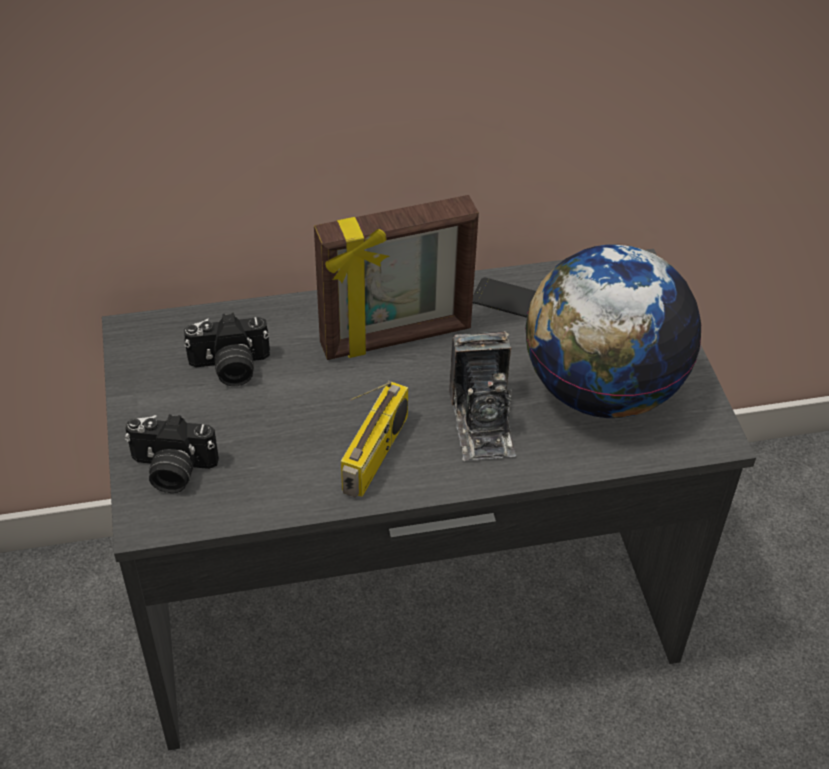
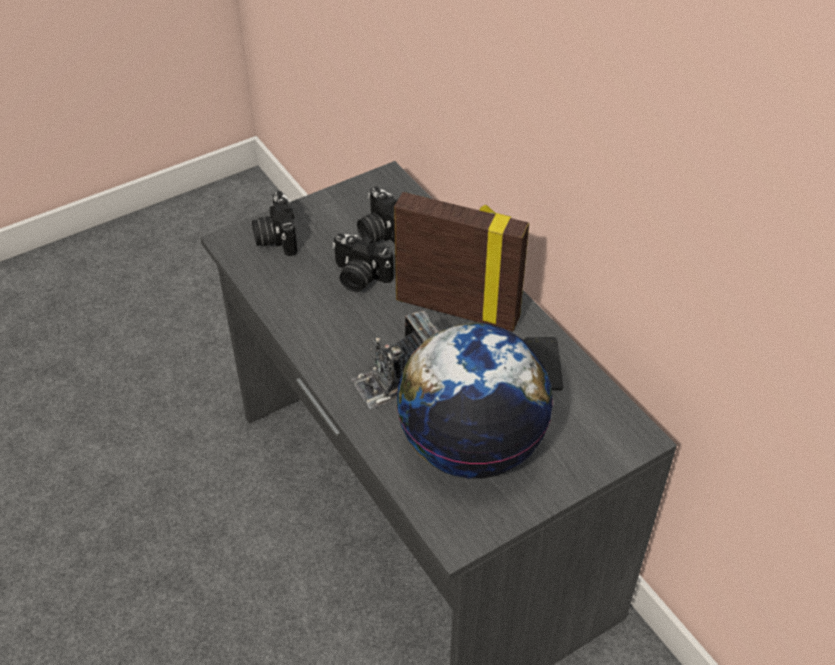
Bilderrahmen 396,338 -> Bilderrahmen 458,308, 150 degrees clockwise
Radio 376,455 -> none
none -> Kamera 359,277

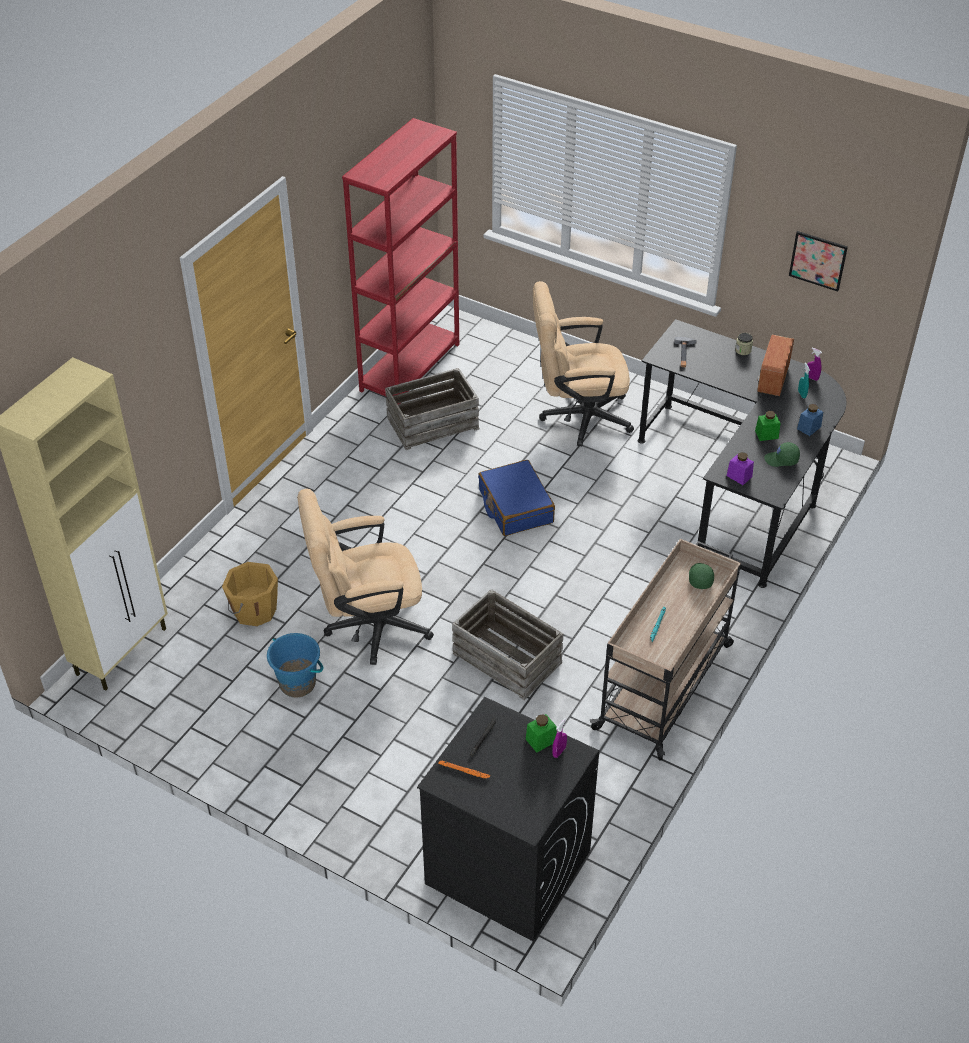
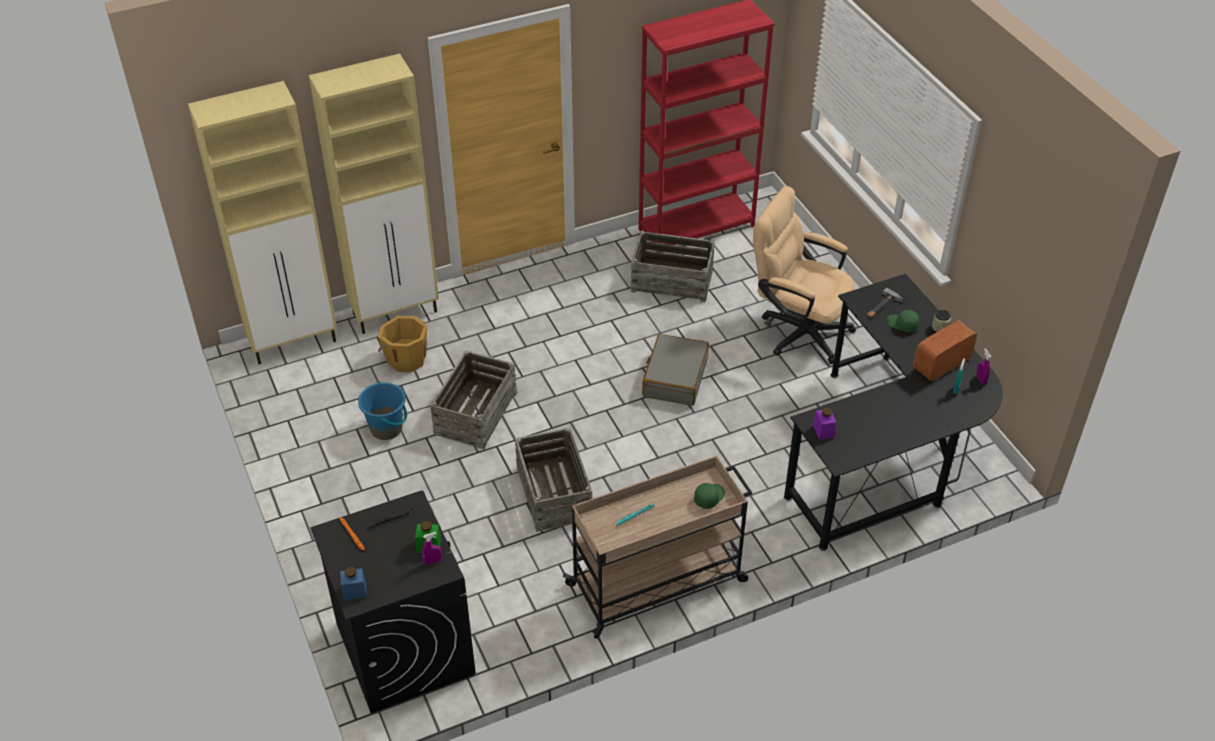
Bild 818,260 -> none
Vorratsglas (blau) 809,428 -> Vorratsglas (blau) 354,591, relocated
Vorratsglas (grün) 766,434 -> none
Kappe (grün) 781,460 -> Kappe (grün) 902,324, relocated
Koffer (blau) 515,506 -> Koffer (grau) 674,378
Bürostuhl (beige) 368,626 -> Kiste 475,413
none -> Schrank (beige) 396,312

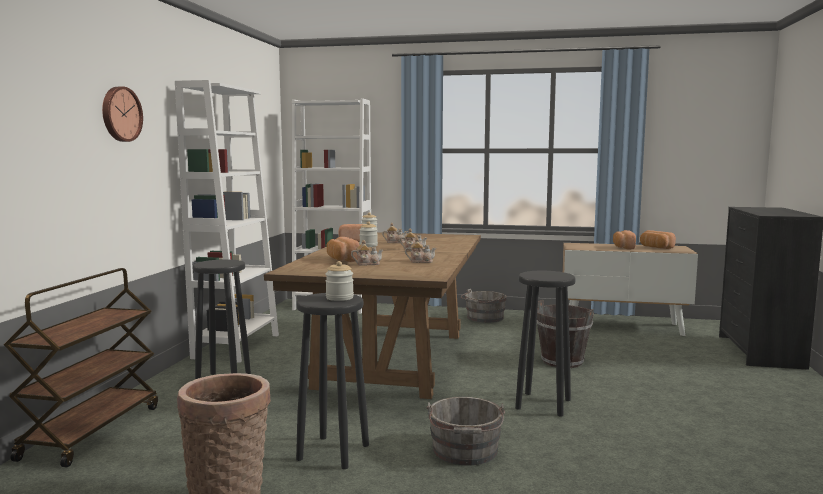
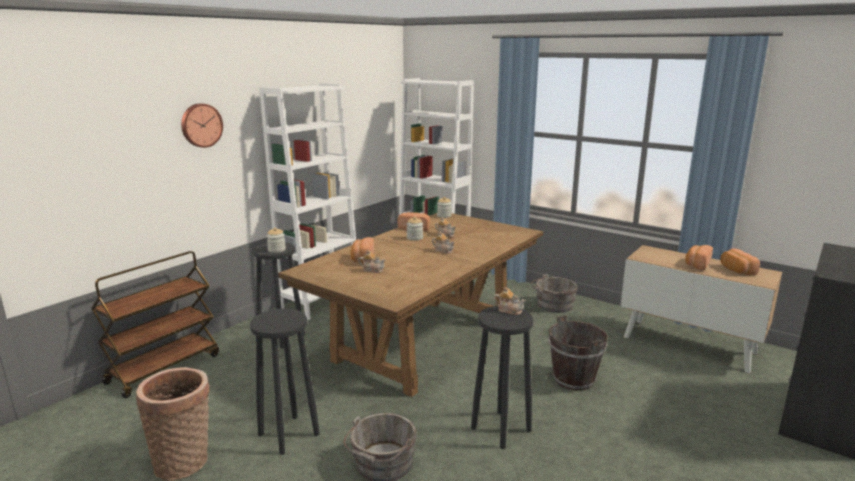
Teekanne 420,261 -> Teekanne 509,310, relocated
Vorratsglas 339,298 -> Vorratsglas 276,250, relocated

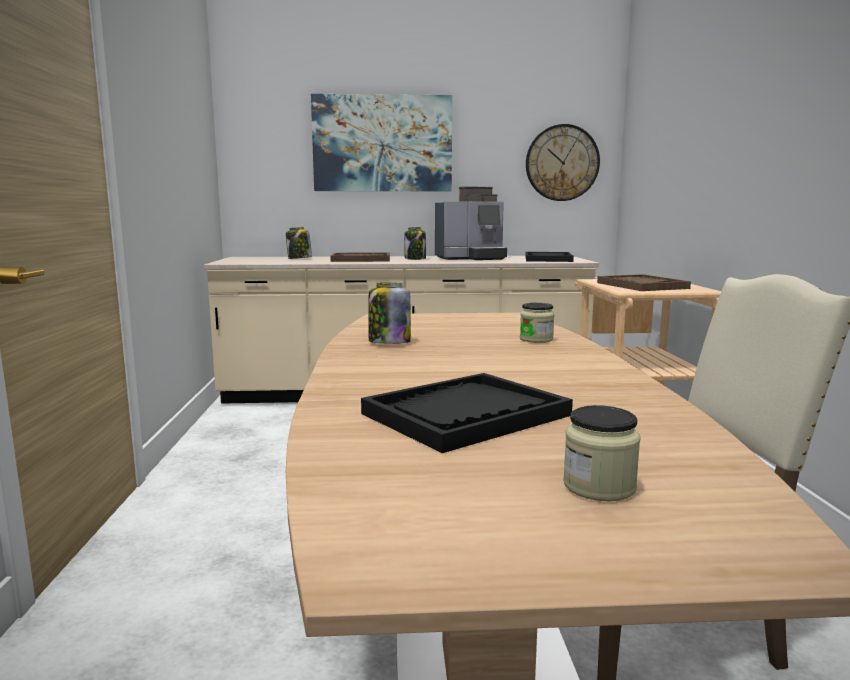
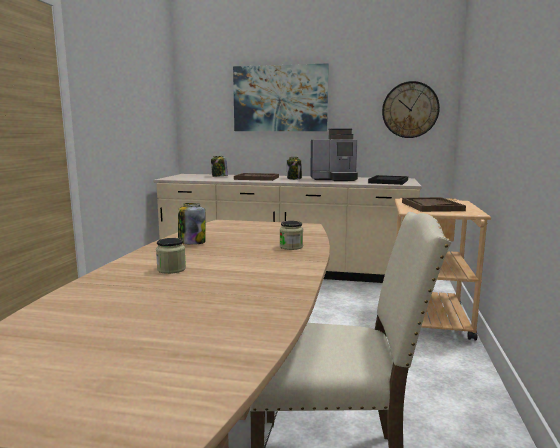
Tablett (schwarz) 466,415 -> none
Vorratsglas 599,486 -> Vorratsglas 171,269, relocated

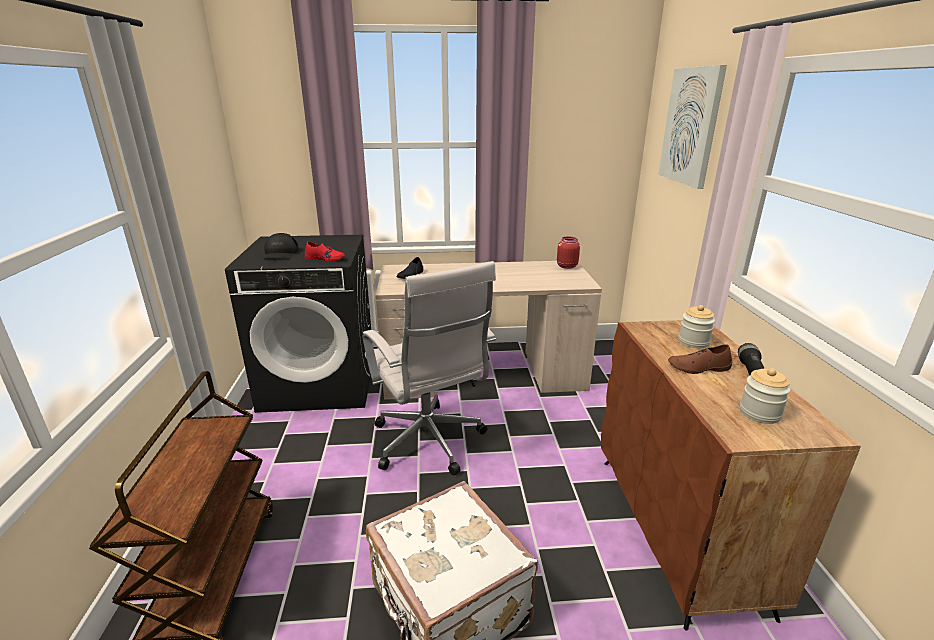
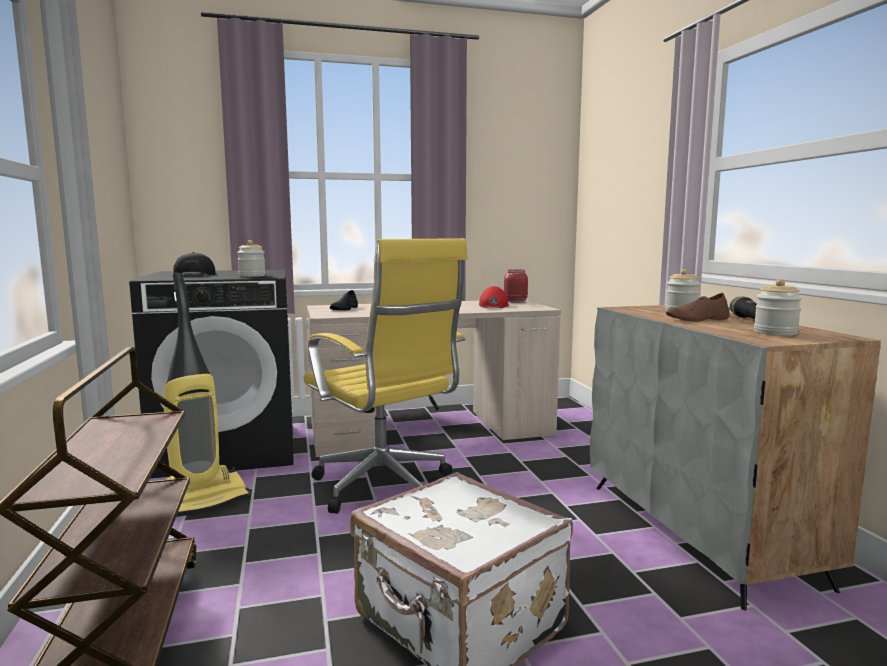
Bild 691,126 -> none
Schuh (rot) 325,259 -> Vorratsglas 252,276
Bürostuhl (weiß) 430,444 -> Bürostuhl (gelb) 386,488
Schrank (braun) 678,530 -> Schrank (grau) 699,532
none -> Staubsauger 202,500
none -> Kappe (rot) 493,306

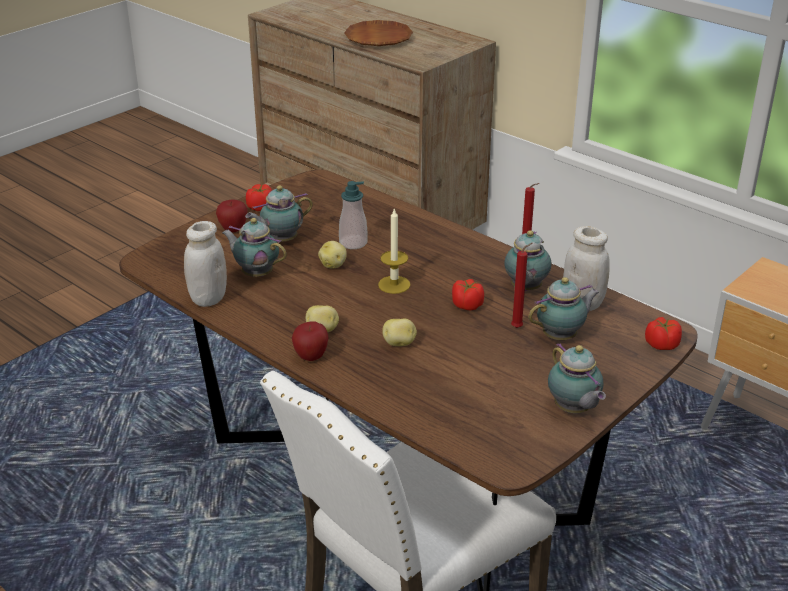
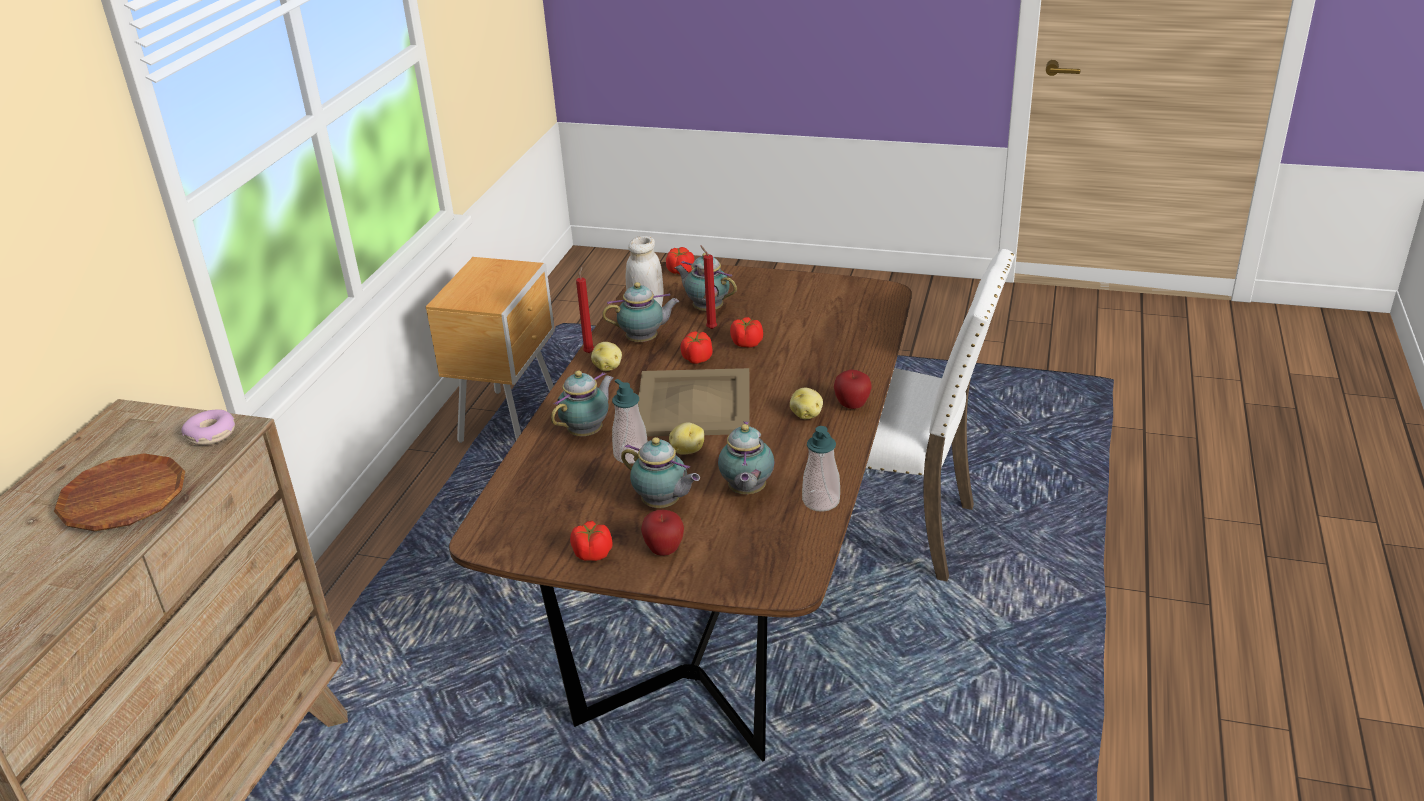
Kerze 394,284 -> Tablett (beige) 694,404
Vorratsglas (weiß) 208,298 -> Seifenspender 821,501
Kartoffel 399,343 -> Kartoffel 608,367, relocated
Teekanne 573,410 -> Teekanne 587,432, relocated
none -> Tomate 746,343
none -> Donut 211,435

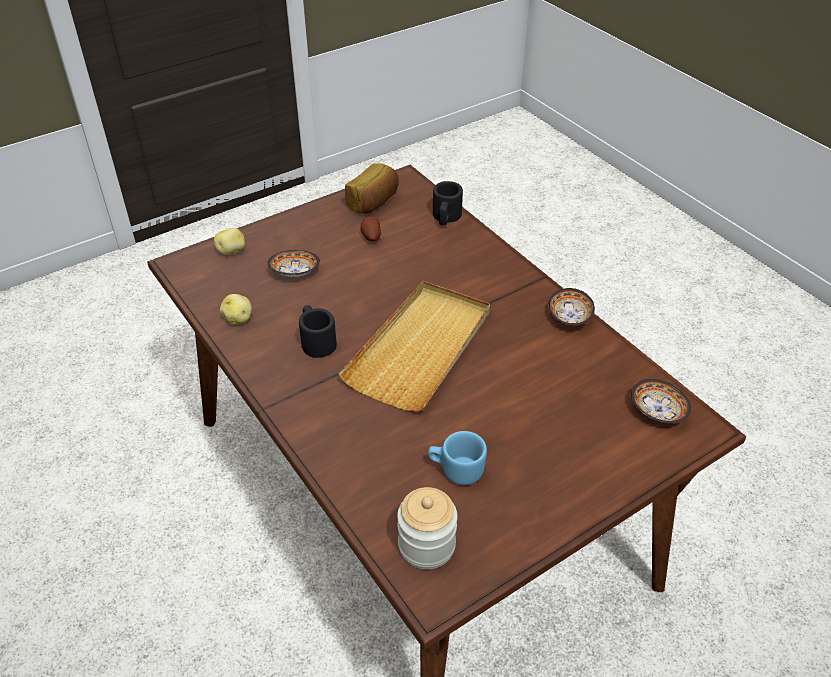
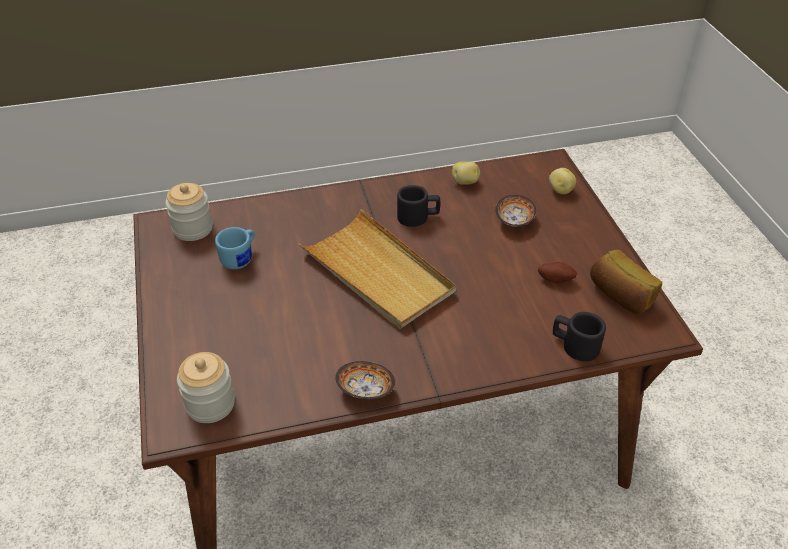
Schüssel 657,412 -> Vorratsglas 210,404

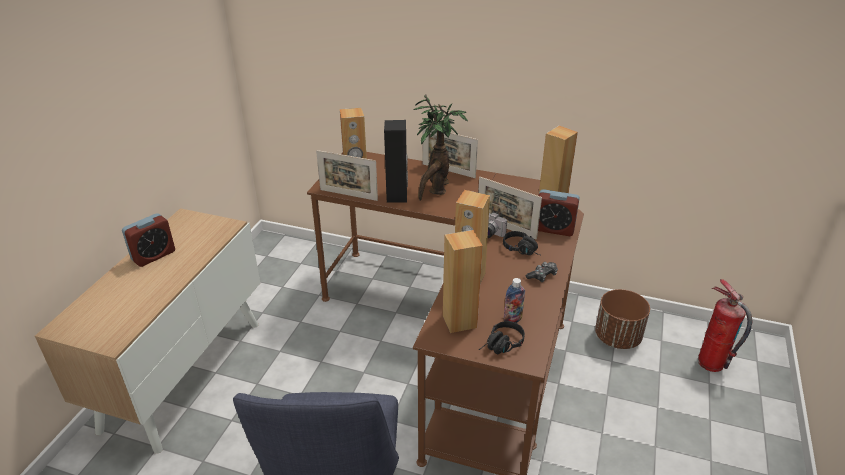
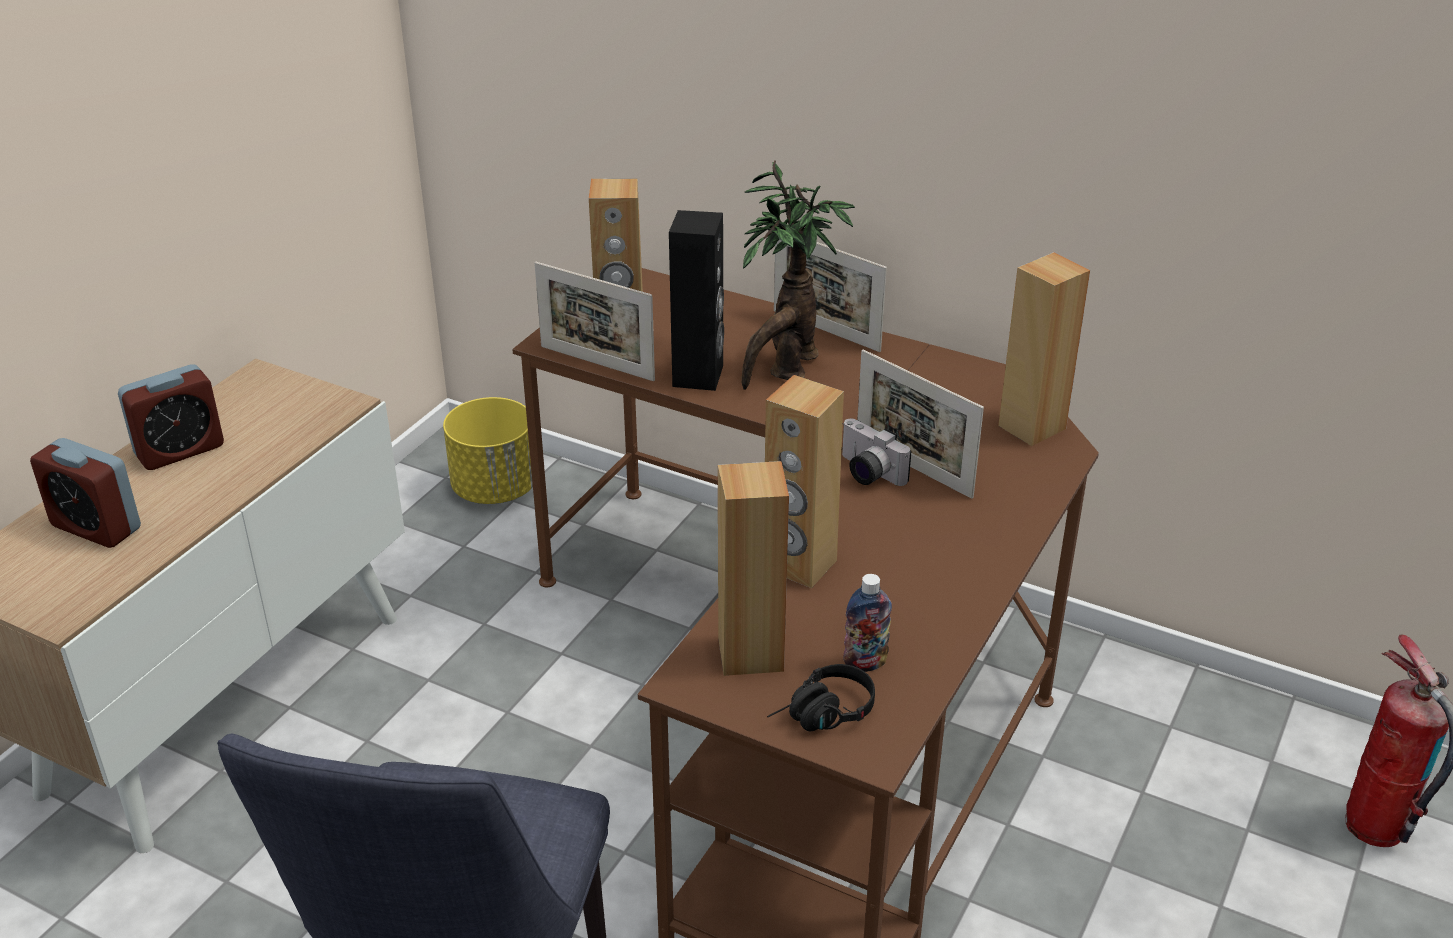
Wecker 554,229 -> Wecker 96,527, relocated
Kopfhörer (schwarz) 523,250 -> none
Gamepad 542,276 -> none
Pflanzkübel (braun) 618,337 -> none
none -> Pflanzkübel (gelb) 495,488

